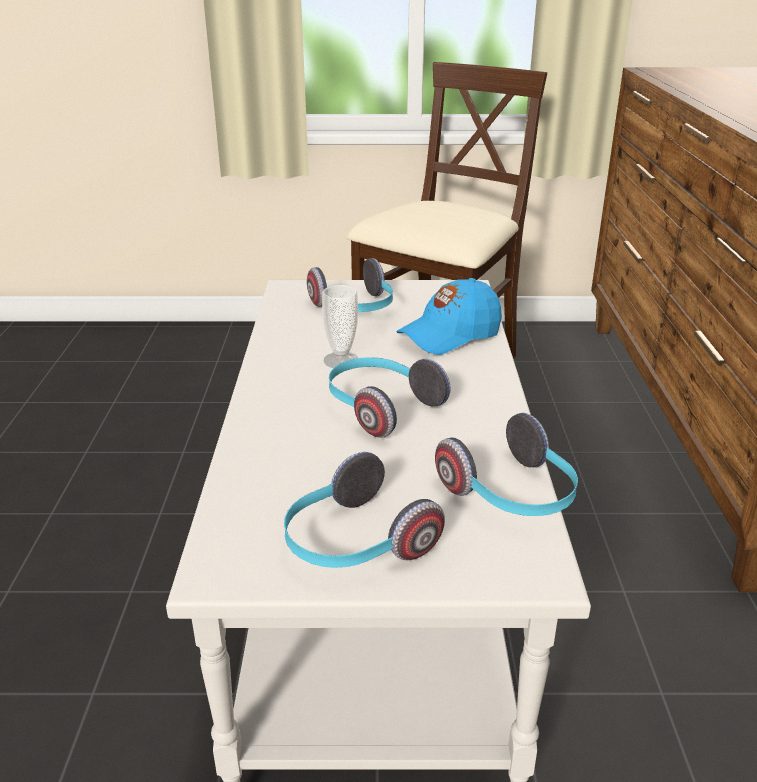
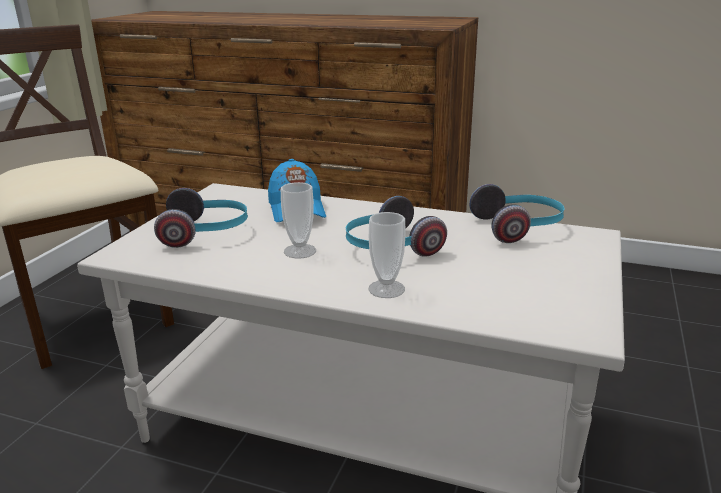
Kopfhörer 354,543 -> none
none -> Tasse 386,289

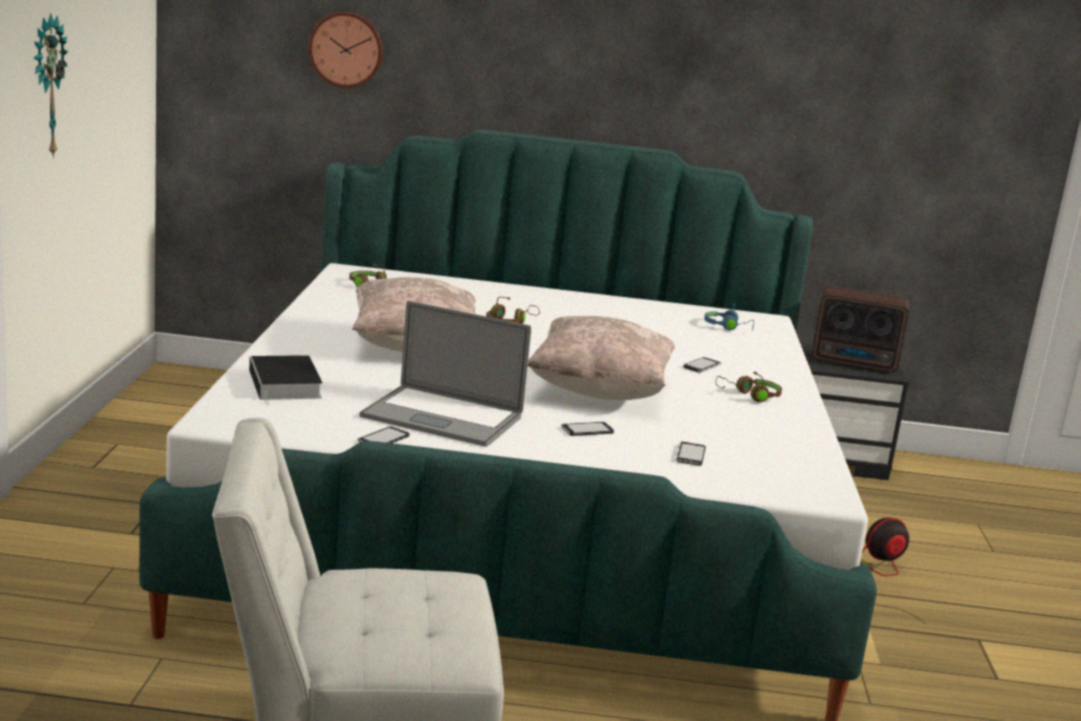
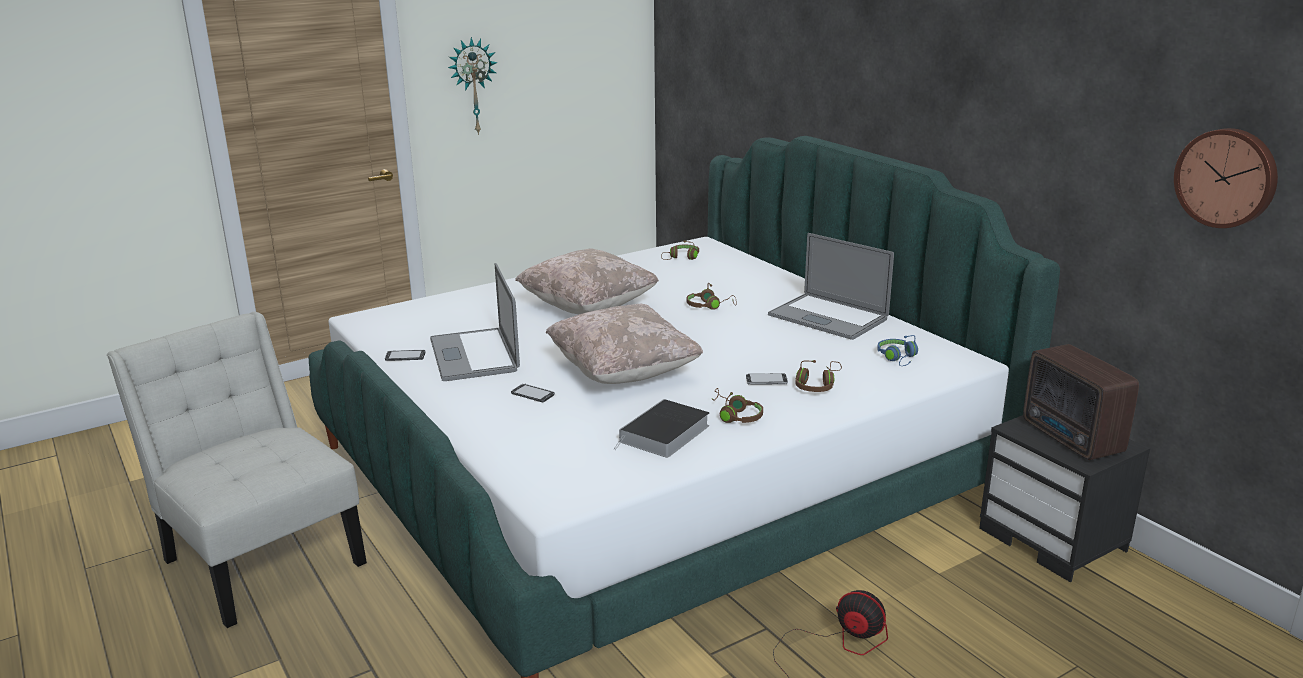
Wanduhr 347,49 -> Wanduhr 1227,177, relocated
Buch 286,385 -> Buch 664,435, relocated
Handy 690,455 -> none
none -> Laptop 827,317
none -> Kopfhörer (braun) 817,385

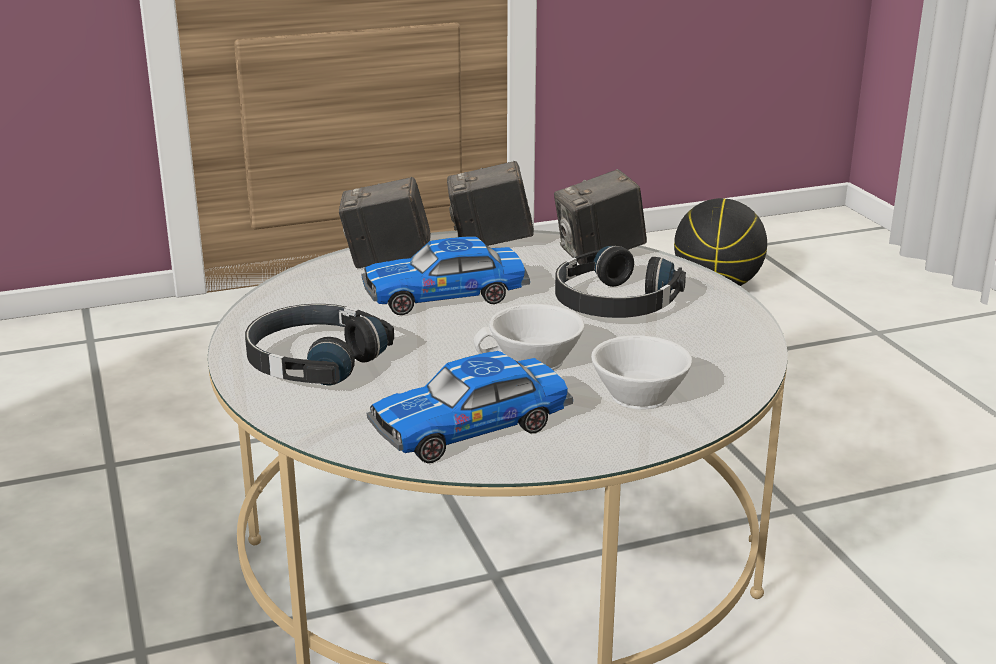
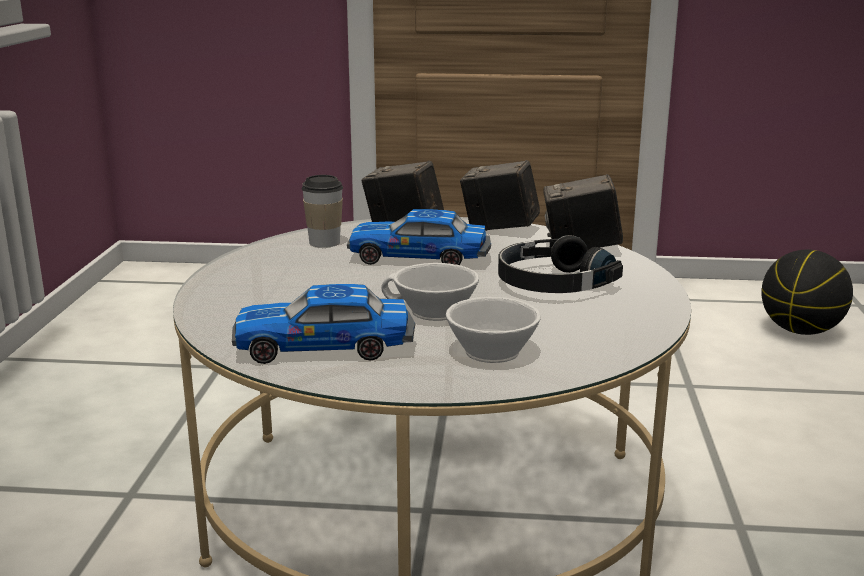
Kopfhörer (schwarz) 313,361 -> none
none -> Tasse 324,242

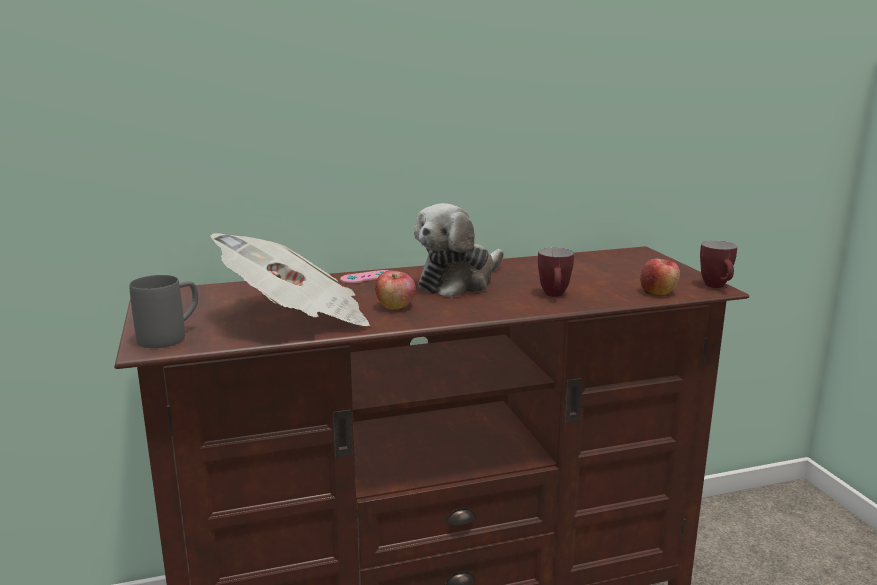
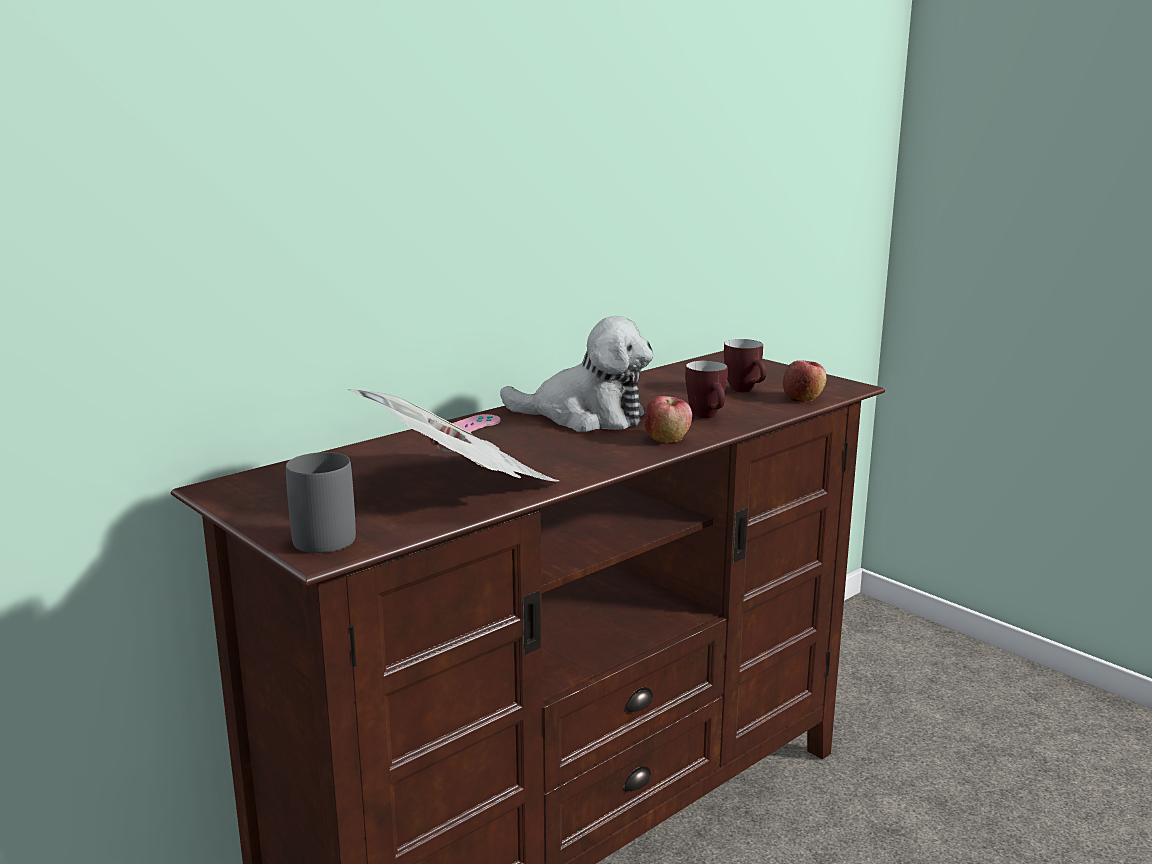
Plüschtier 459,282 -> Plüschtier 585,417, 90 degrees counterclockwise
Henkelbecher 717,287 -> Henkelbecher 746,391, relocated
Apfel 396,306 -> Apfel 667,438, relocated

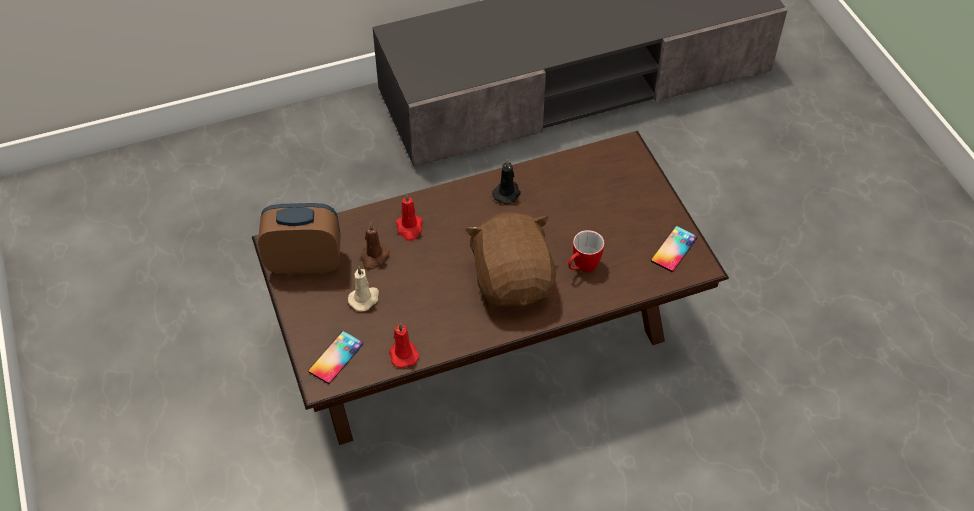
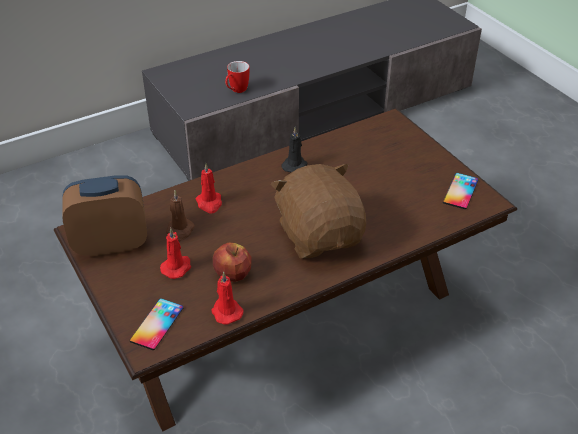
Henkelbecher 581,268 -> Henkelbecher 236,91, relocated
Kerze (beige) 364,298 -> Kerze (rot) 177,267
none -> Apfel 232,274

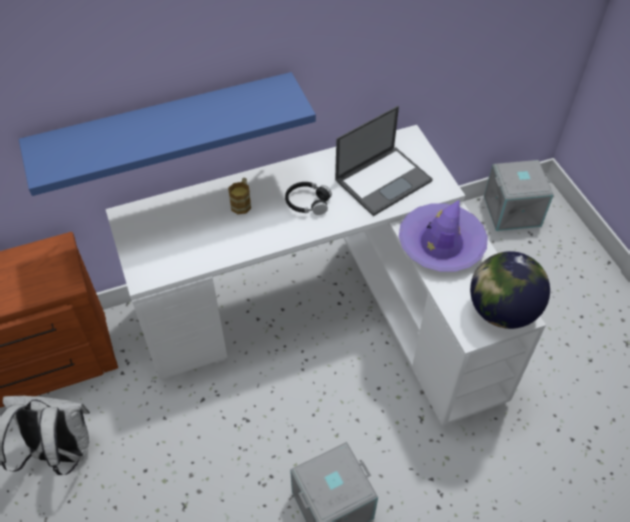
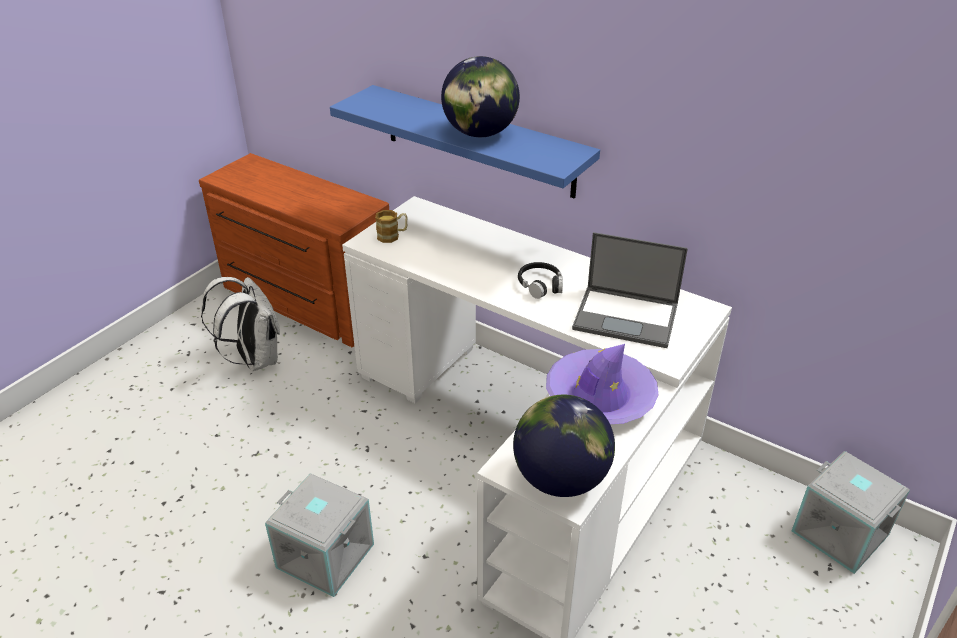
Henkelbecher 242,202 -> Henkelbecher 392,236, relocated
none -> Globus 480,133

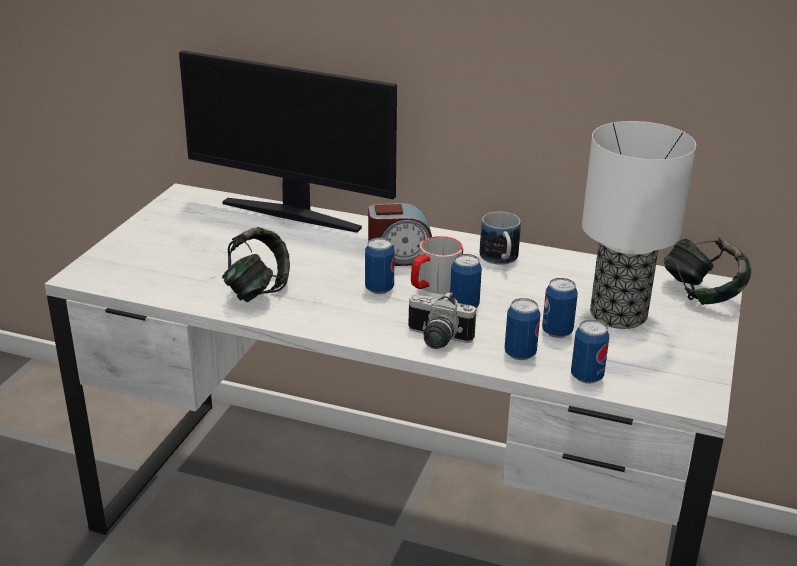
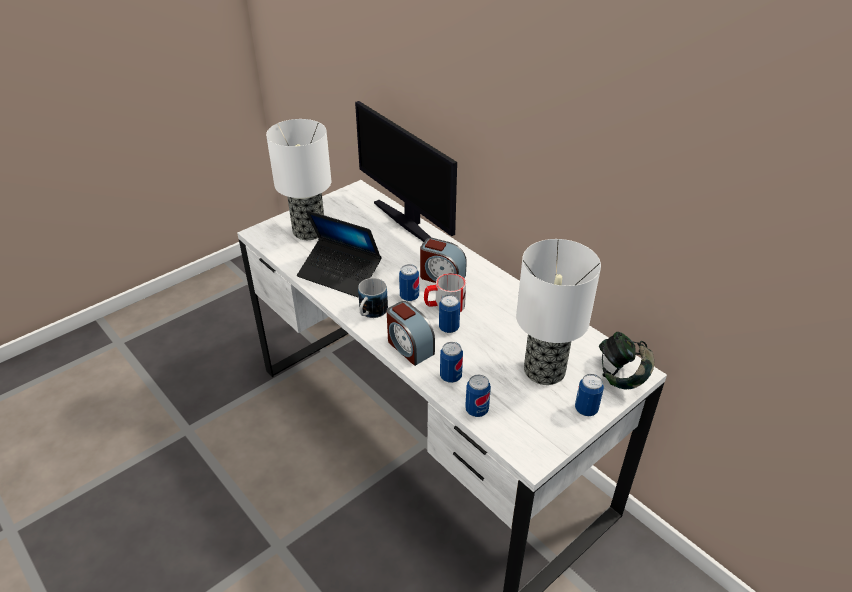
Henkelbecher 500,260 -> Henkelbecher 370,313, relocated
Kopfhörer 257,290 -> Laptop 340,274
Dose 557,332 -> Dose 586,409, relocated
Kamera 436,340 -> Wecker 409,347
none -> Tischlampe 308,231

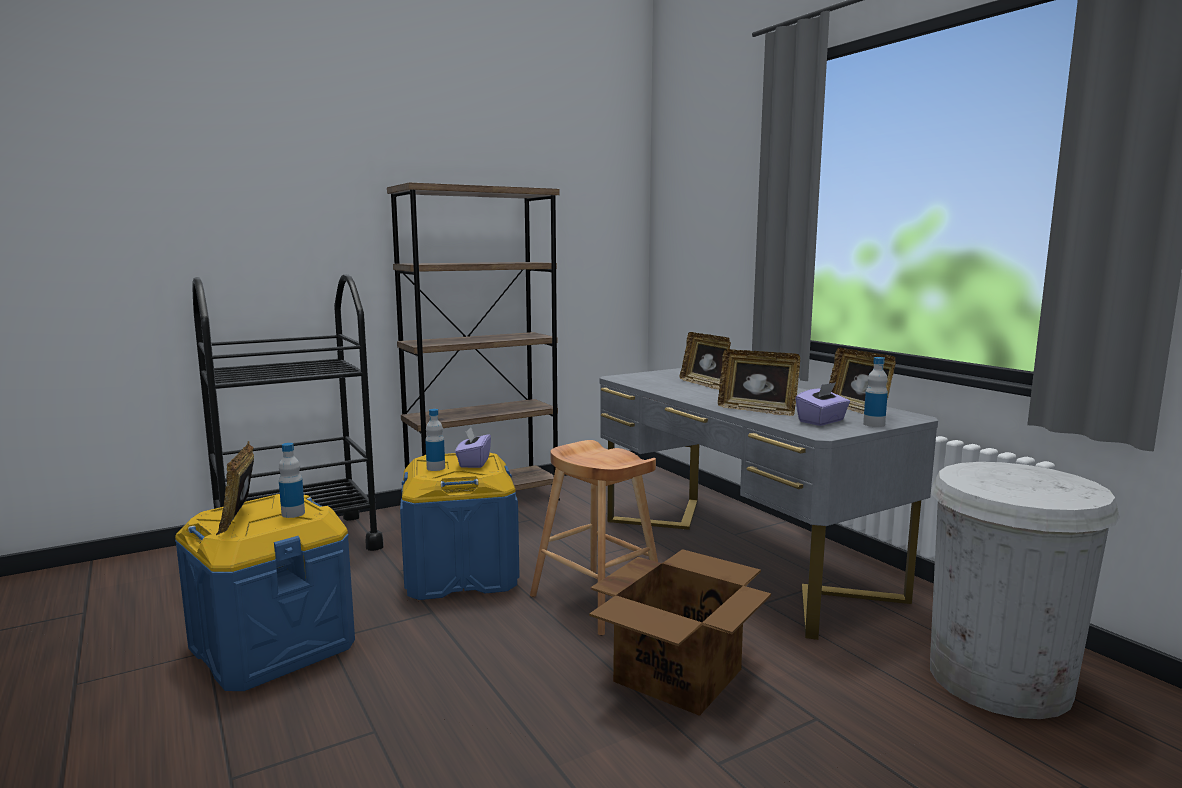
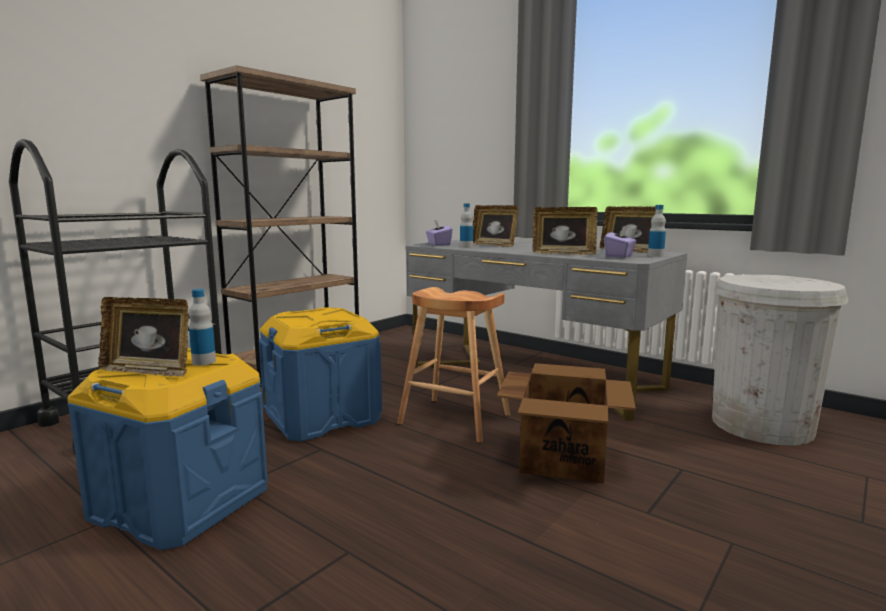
Flasche 436,468 -> Flasche 466,247, relocated
Taschentuchbox (lila) 473,463 -> Taschentuchbox (lila) 438,244, relocated
Bilderrahmen 240,518 -> Bilderrahmen 149,371, 45 degrees counterclockwise

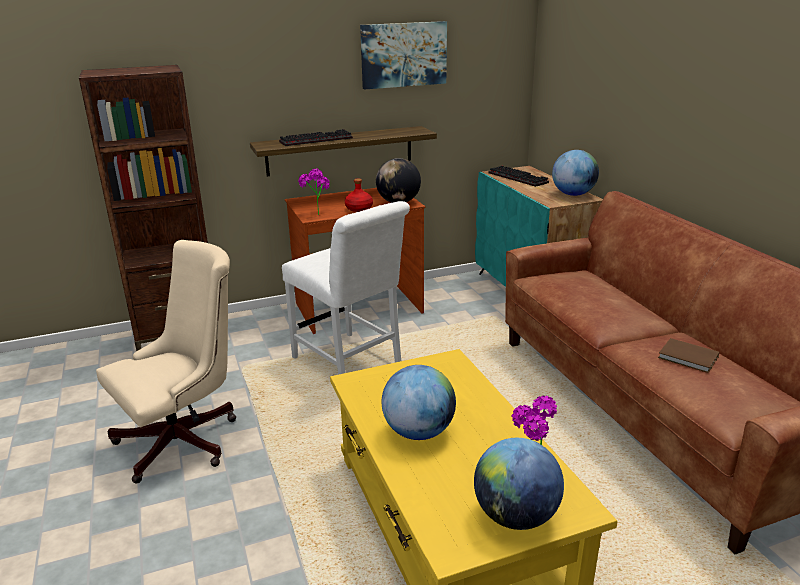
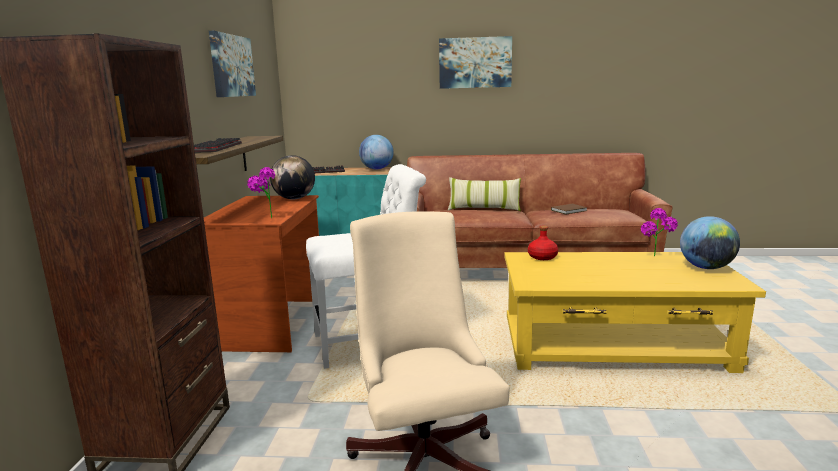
Flasche (rot) 359,208 -> Flasche (rot) 542,257, relocated
Globus 418,432 -> none
none -> Bild 475,62
none -> Kissen 484,209

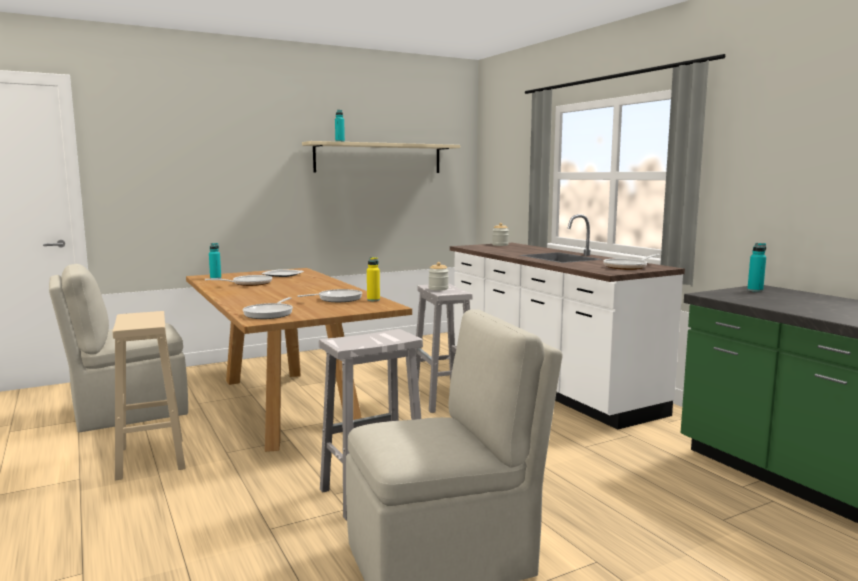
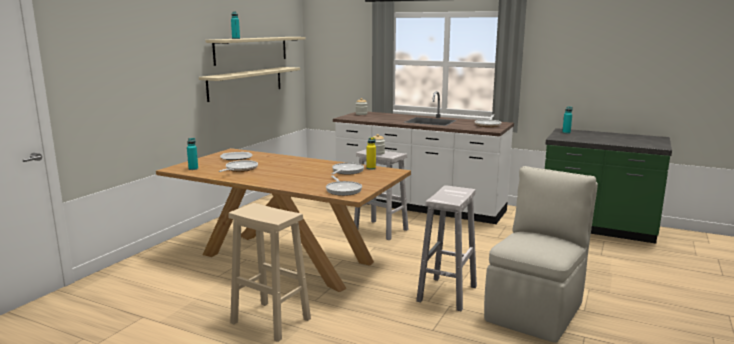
Stuhl (beige) 127,412 -> none
none -> Wandregal (beige) 246,83

